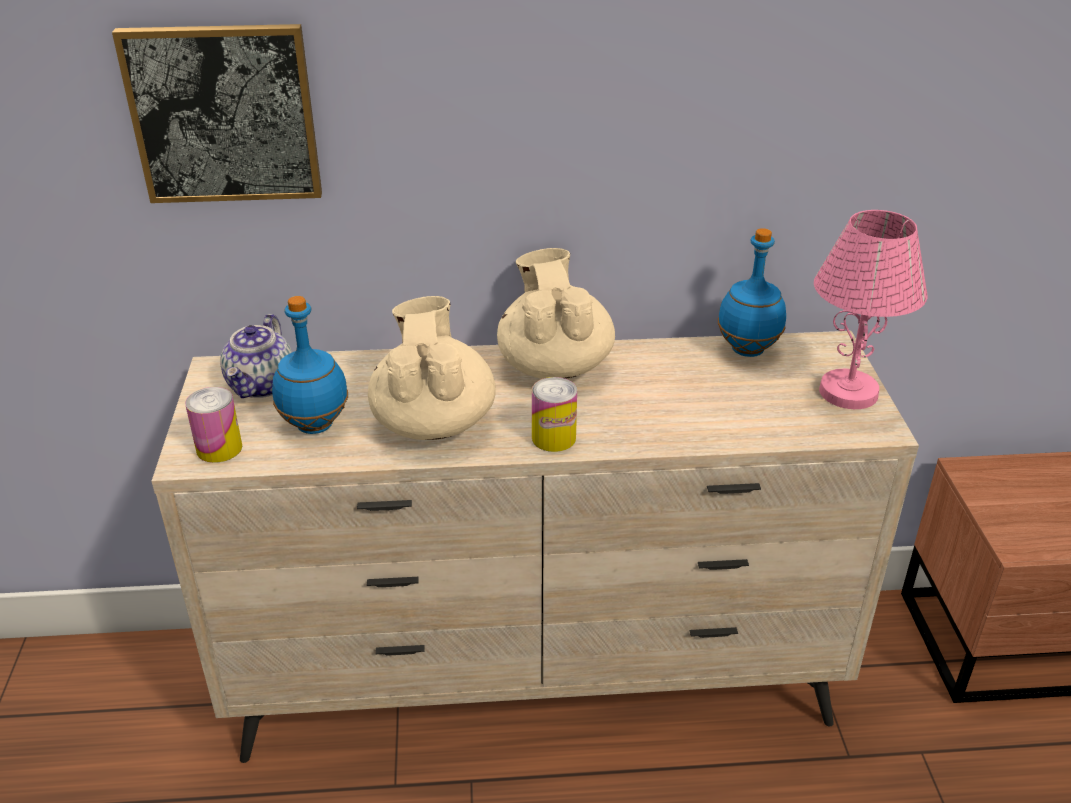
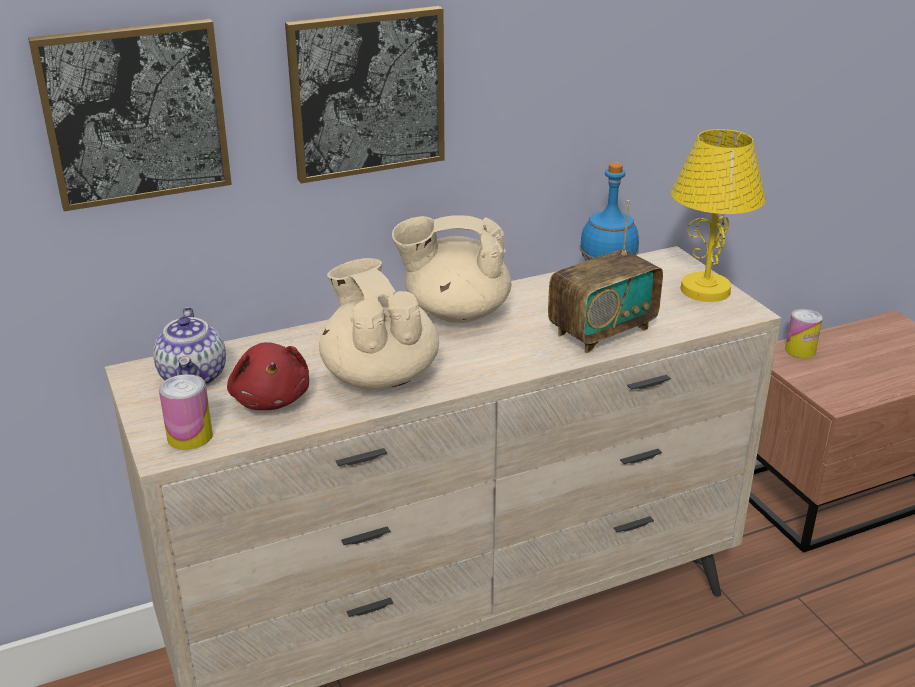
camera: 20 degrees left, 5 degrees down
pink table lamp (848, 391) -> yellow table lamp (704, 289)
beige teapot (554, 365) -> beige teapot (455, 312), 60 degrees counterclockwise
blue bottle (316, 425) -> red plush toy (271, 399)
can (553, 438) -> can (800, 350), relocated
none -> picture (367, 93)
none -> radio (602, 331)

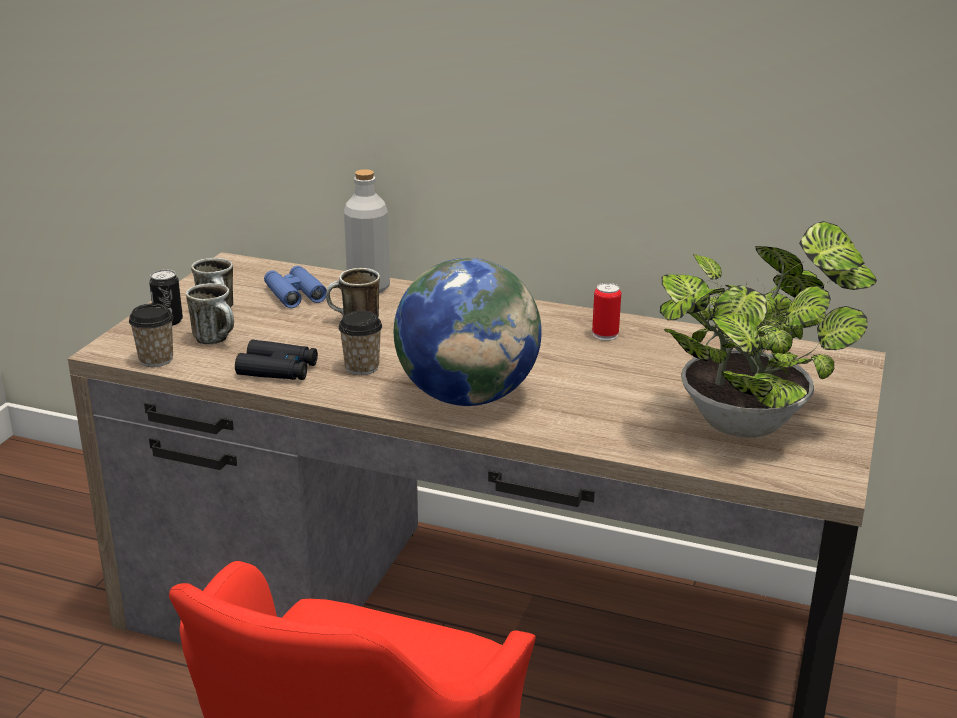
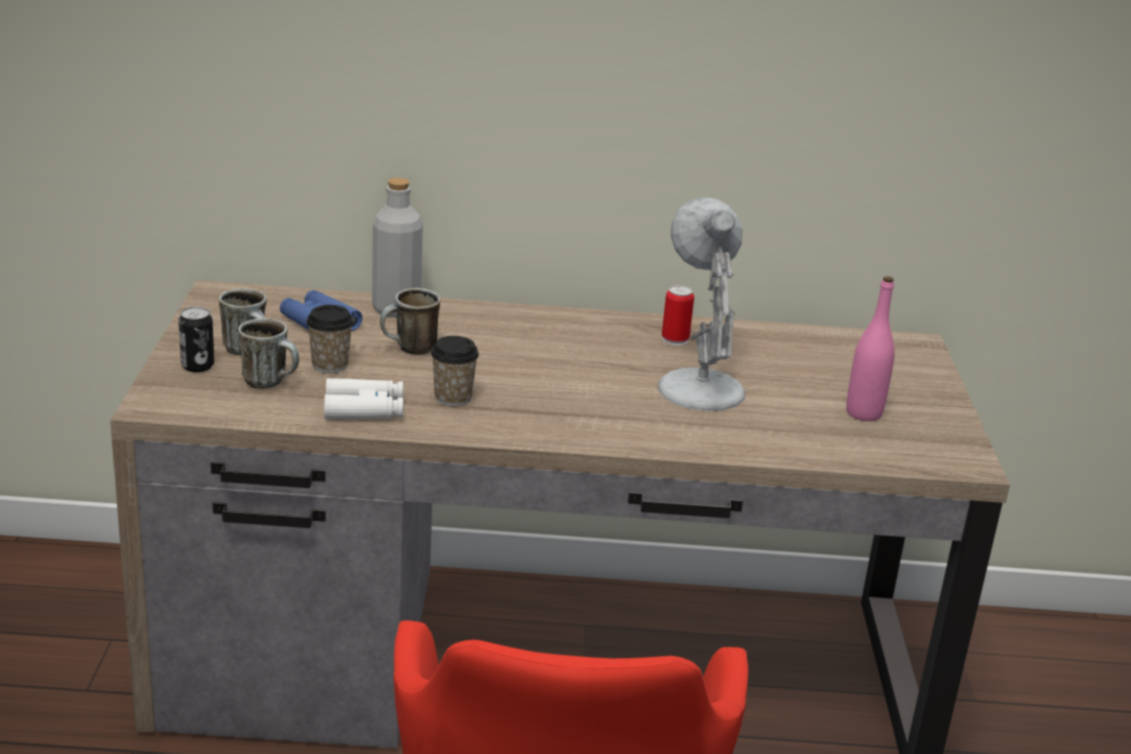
camera: 20 degrees left, 0 degrees up
potted plant (750, 420) -> pink bottle (863, 413)
globe (467, 396) -> none
cup (156, 360) -> cup (330, 365), relocated
black binoculars (278, 370) -> white binoculars (364, 409)
none -> white table lamp (699, 387)

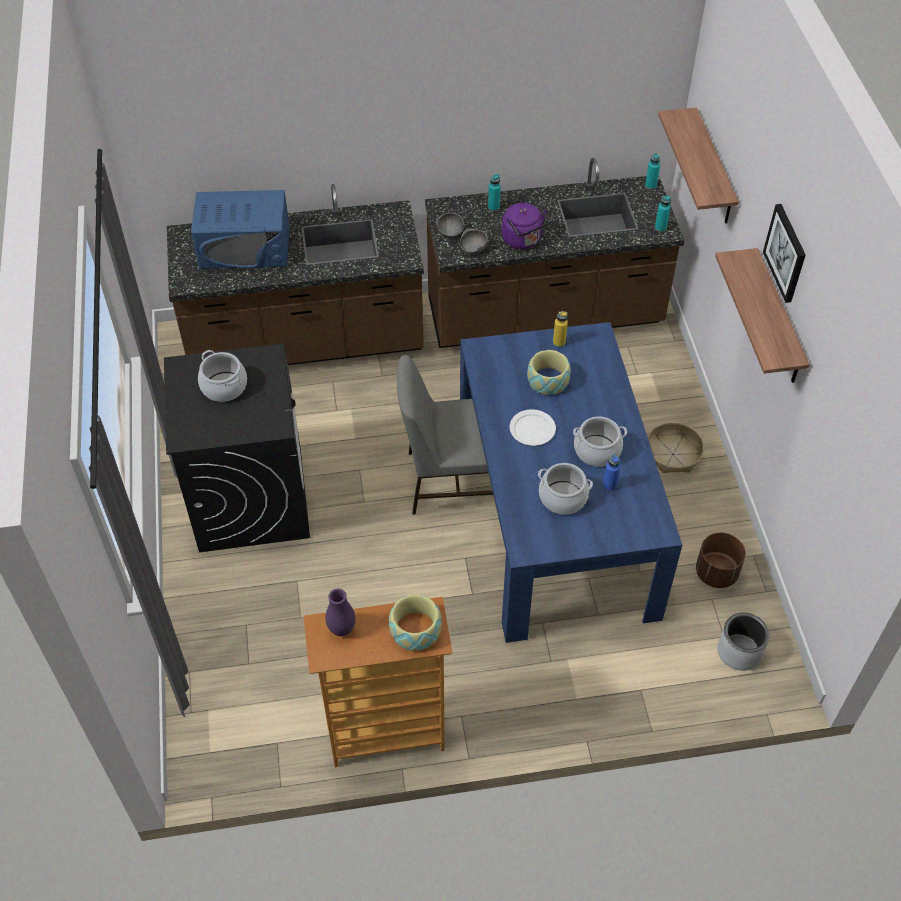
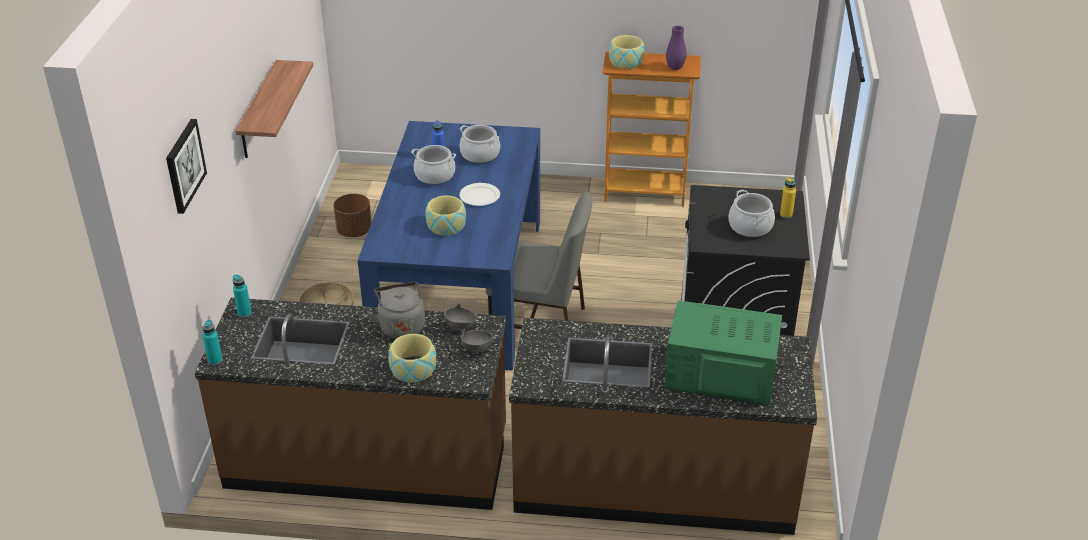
camera: 165 degrees left, 15 degrees down
shelf (713, 169) -> none
turquoise bottle (493, 207) -> bowl (412, 368)
blue microwave (245, 248) -> green microwave (720, 373)
purple kettle (523, 240) -> grey kettle (401, 326)
picture (786, 253) -> picture (184, 165), relocated
yellow bottle (559, 342) -> yellow bottle (786, 215), relocated
grey planter (739, 652) -> none

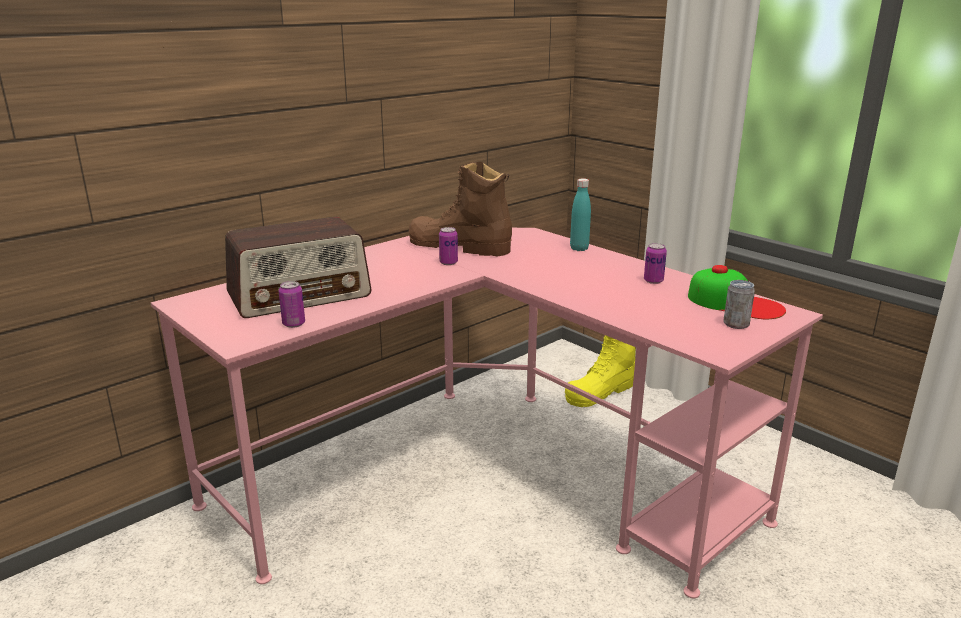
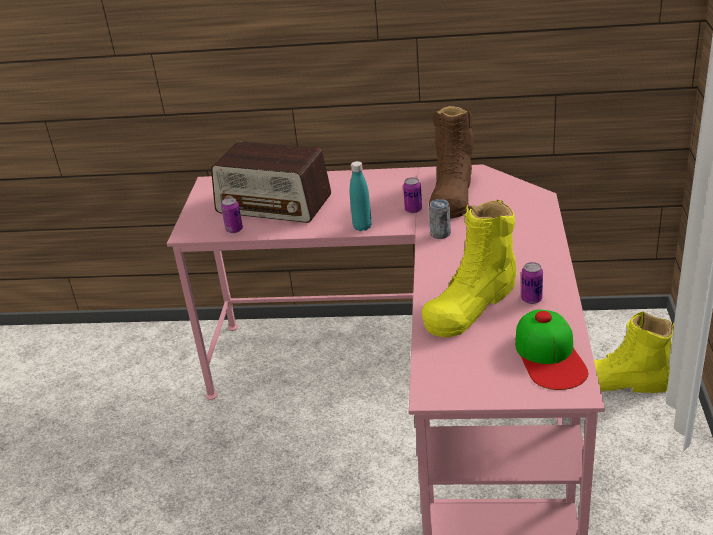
camera: 50 degrees right, 10 degrees up
brown boot (459, 246) -> brown boot (452, 194), 150 degrees counterclockwise
turquoise bottle (579, 249) -> turquoise bottle (362, 227), relocated
can (736, 324) -> can (440, 234), relocated
none -> yellow boot (471, 305)

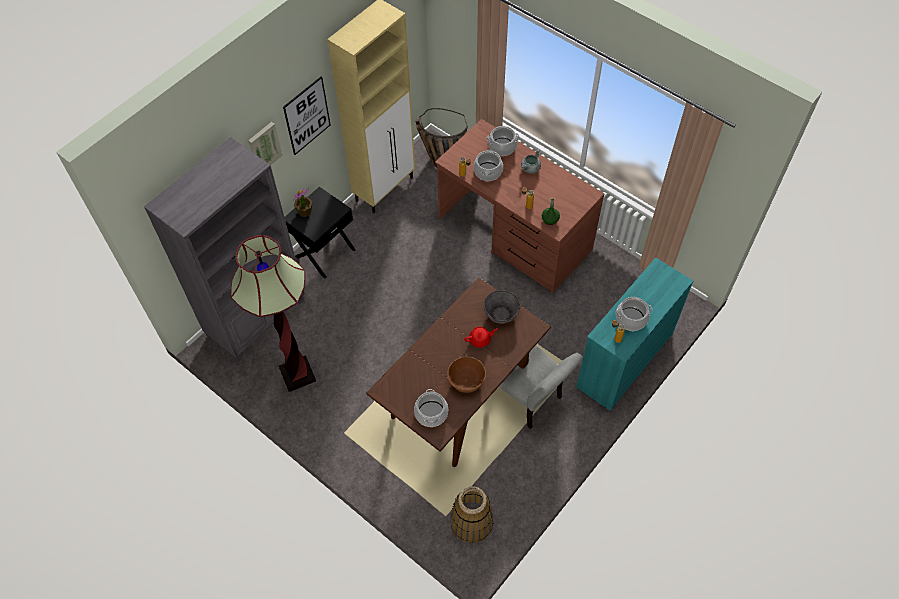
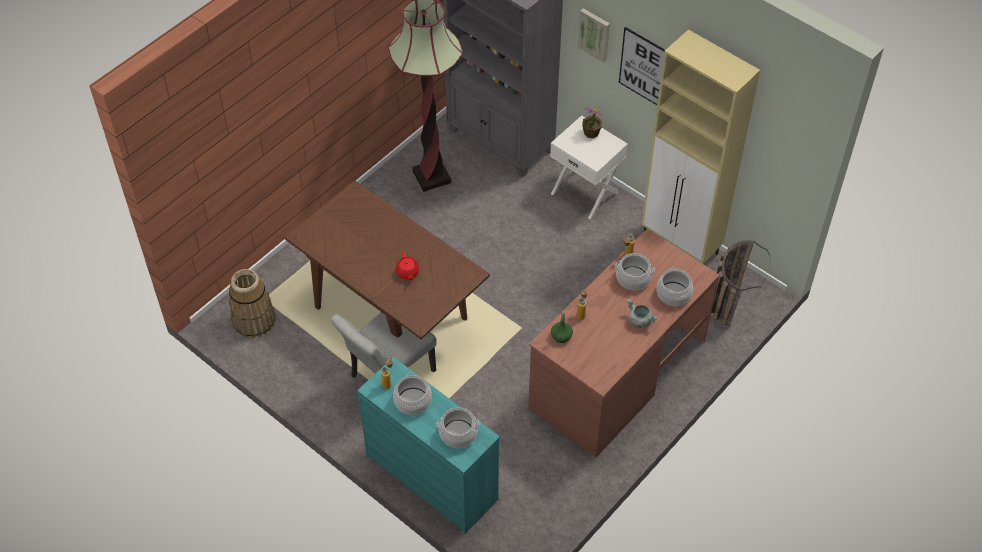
camera: 90 degrees right, 5 degrees down
black nightstand (324, 252) -> white nightstand (585, 192)
grey bowl (501, 314) -> none
brown bowl (466, 381) -> none
cooking pot (431, 413) -> cooking pot (458, 433), relocated

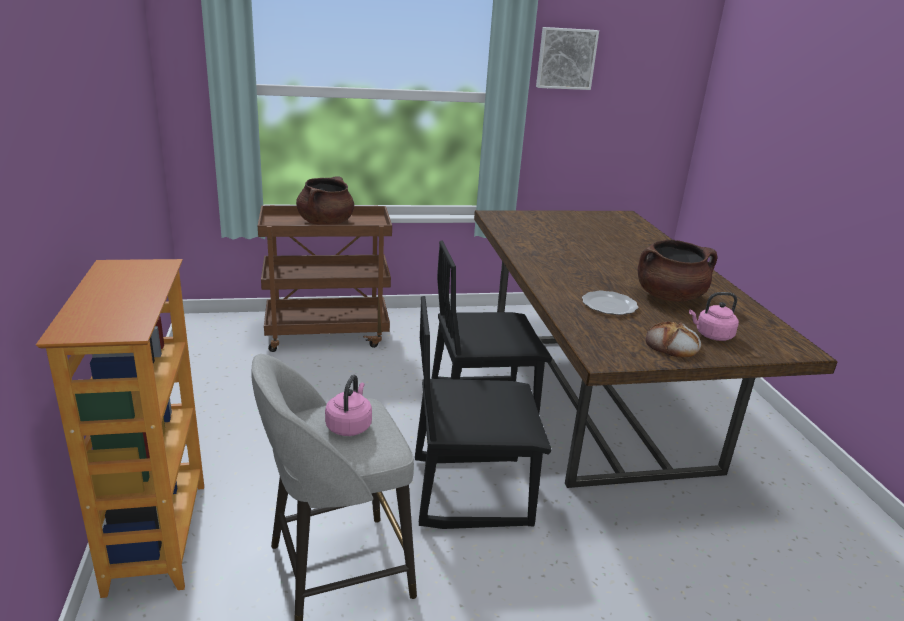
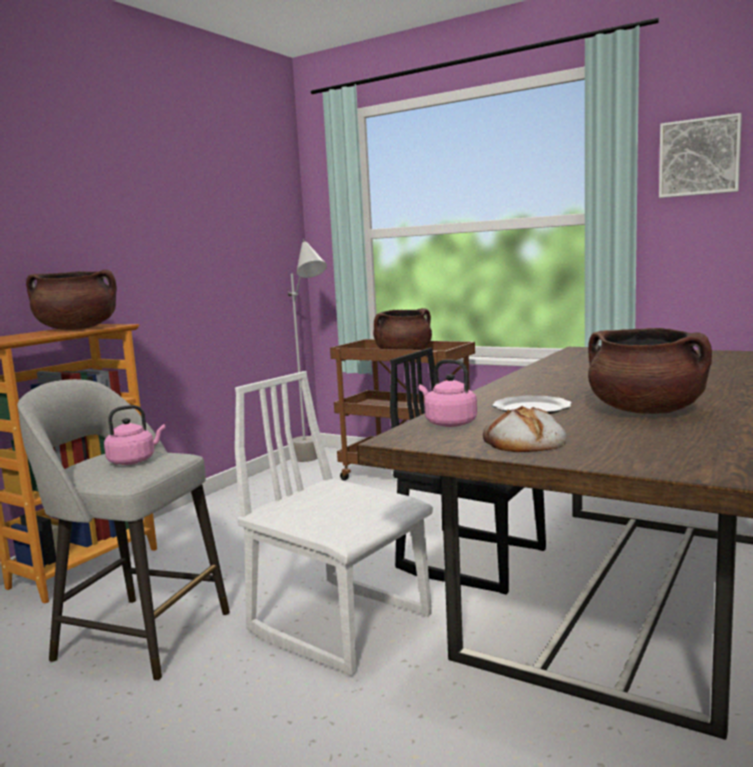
camera: 45 degrees right, 15 degrees down
pink kettle (711, 335) -> pink kettle (448, 423), relocated
black chair (471, 490) -> white chair (341, 623)
none -> grey floor lamp (314, 463)
none -> brown cooking pot (77, 329)

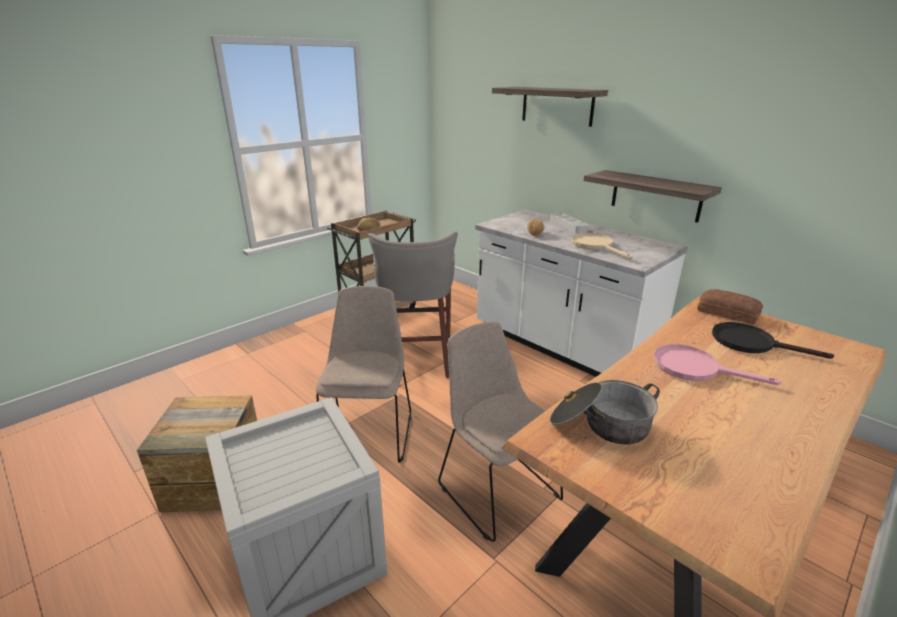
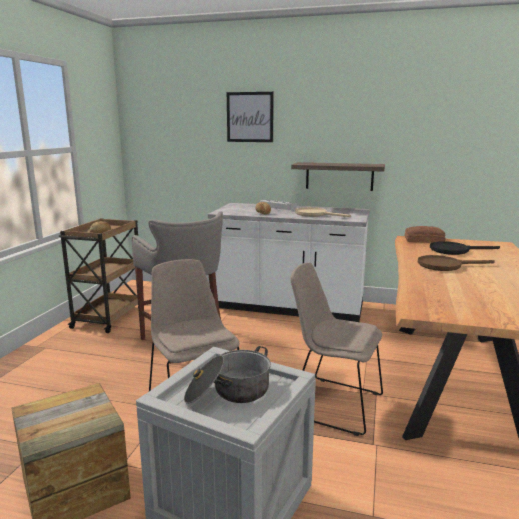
camera: 30 degrees left, 10 degrees down
shelf (557, 106) -> picture (250, 117)
pink frying pan (695, 368) -> brown frying pan (445, 265)
cooking pot (601, 425) -> cooking pot (228, 392), relocated

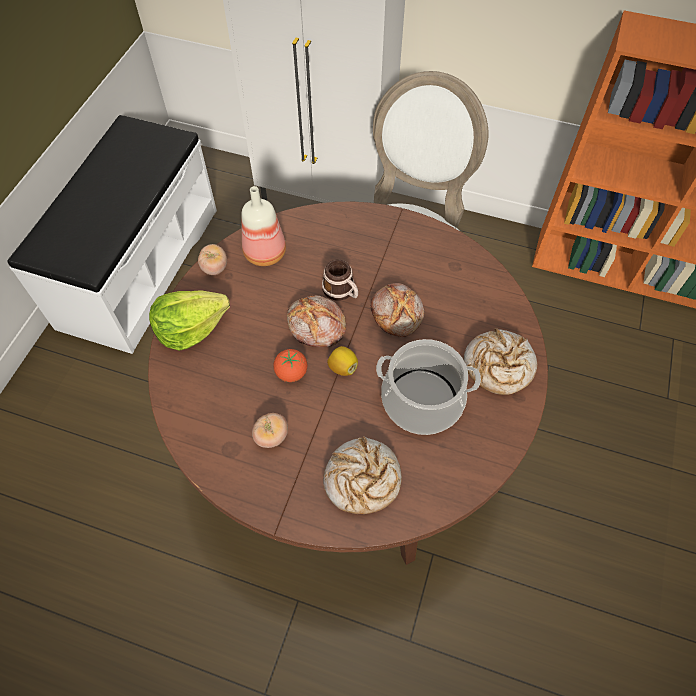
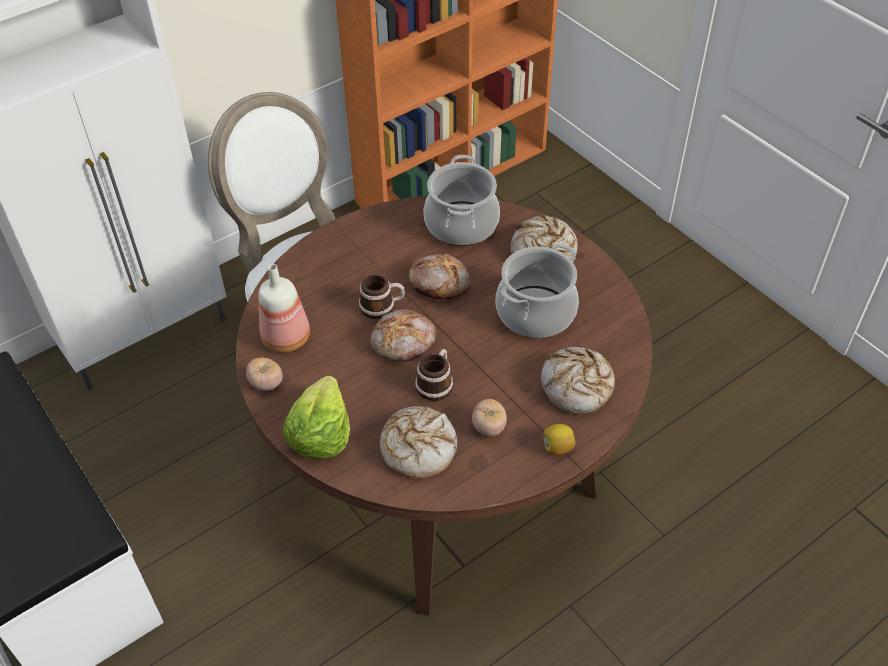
camera: 55 degrees left, 10 degrees down
lemon (342, 367) -> lemon (557, 447), relocated
tomato (291, 373) -> mug (436, 383)
none -> cooking pot (462, 224)
none -> bread (418, 447)

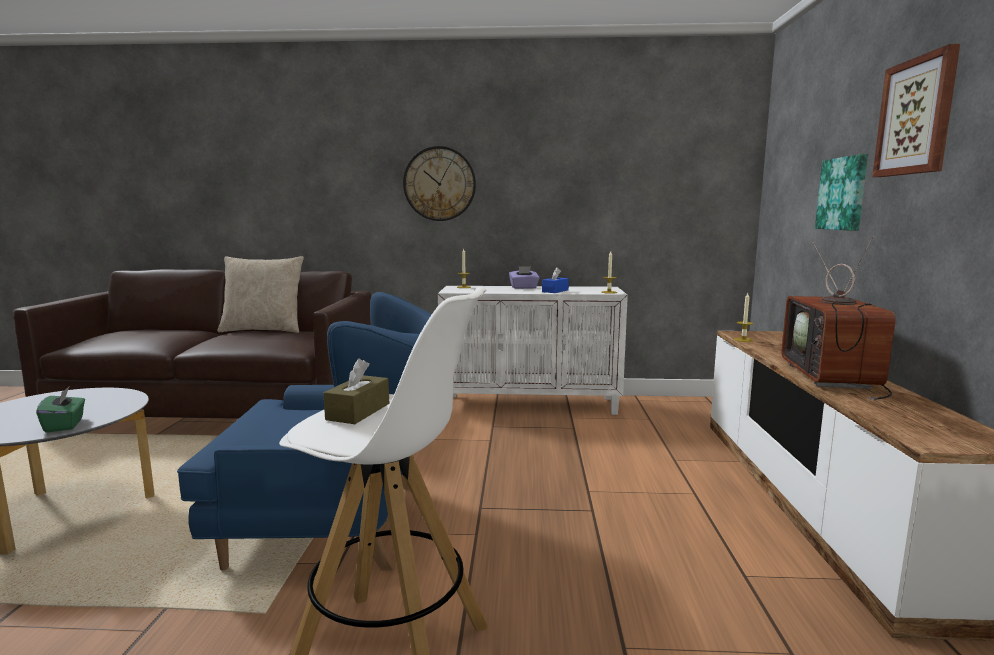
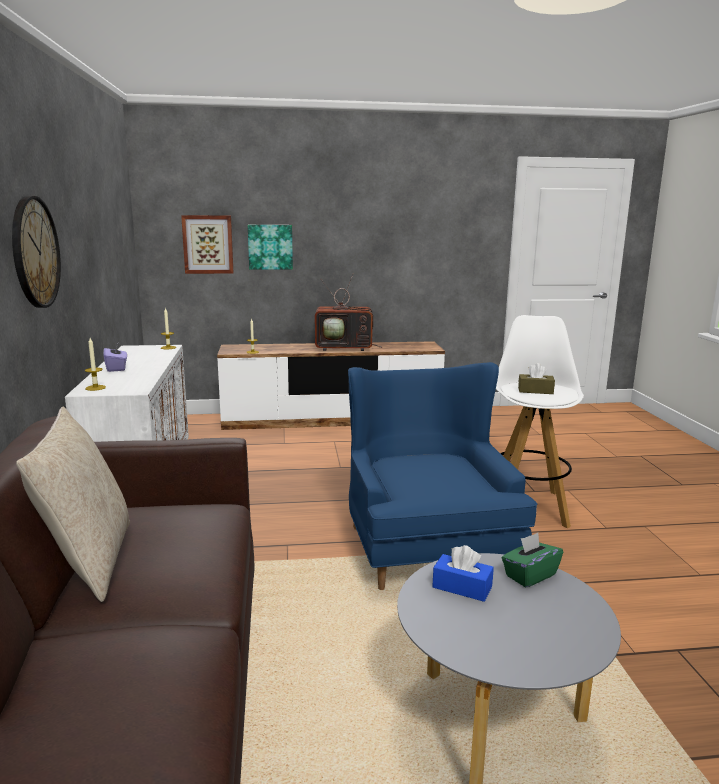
camera: 100 degrees left, 5 degrees up
picture (916, 117) -> picture (208, 244), relocated
blue tissue box (555, 291) -> blue tissue box (462, 587), relocated

